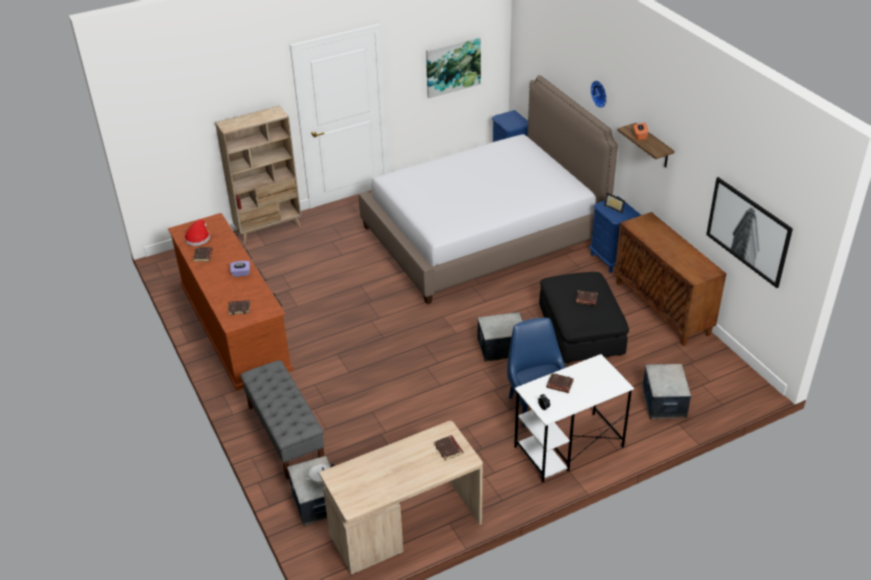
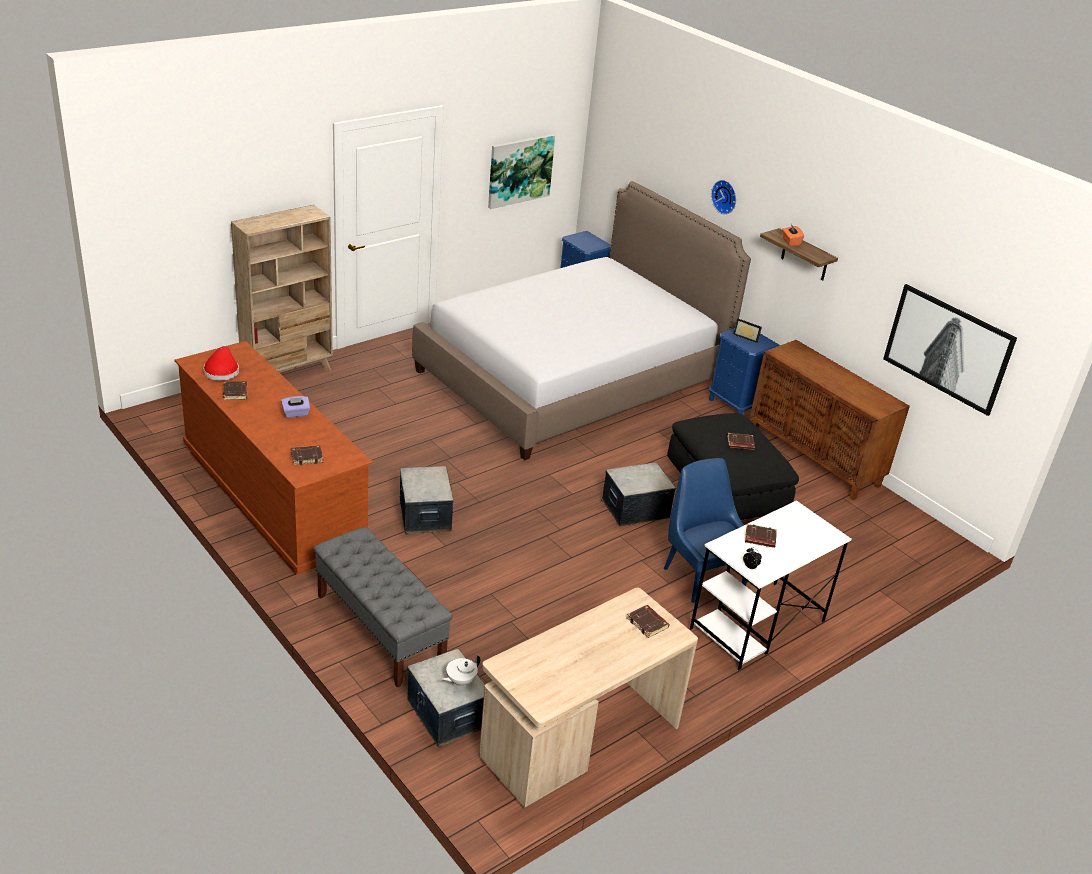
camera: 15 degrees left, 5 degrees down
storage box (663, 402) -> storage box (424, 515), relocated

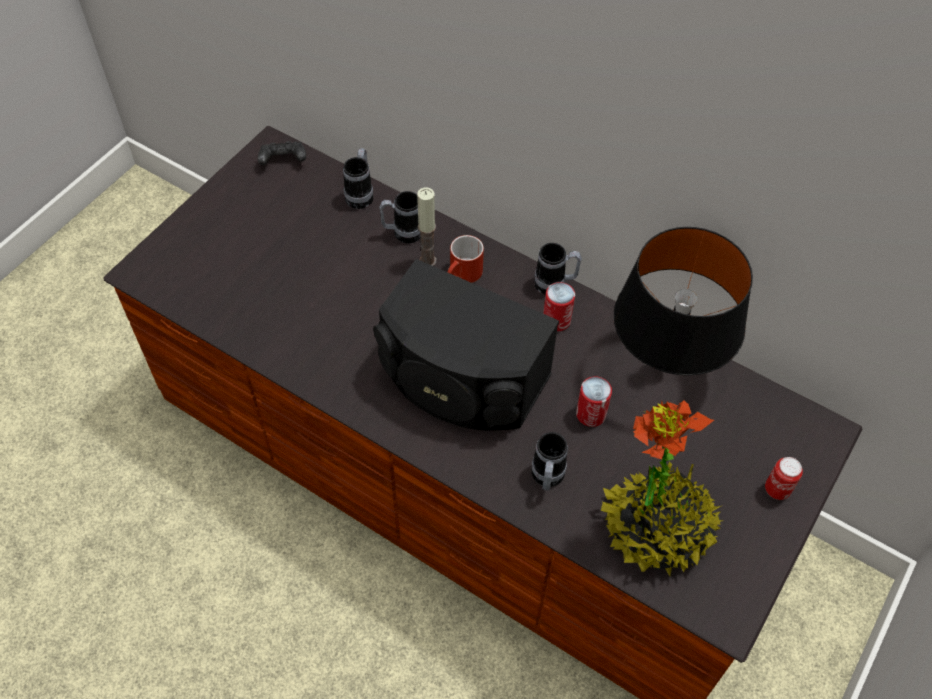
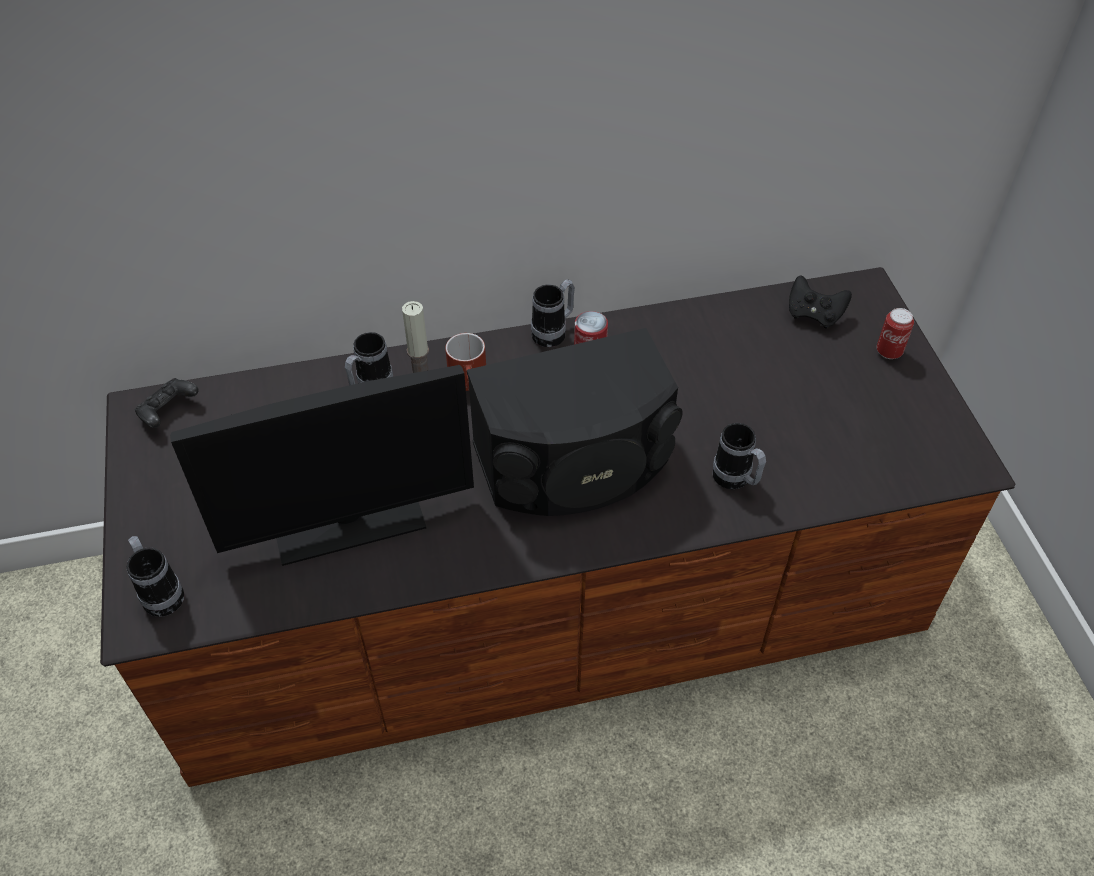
camera: 45 degrees left, 5 degrees down
mug (361, 194) -> mug (161, 593), relocated
black table lamp (664, 367) -> none
can (591, 414) -> none
potted plant (656, 528) -> none
none -> black game controller (814, 315)
none -> monitor (348, 520)

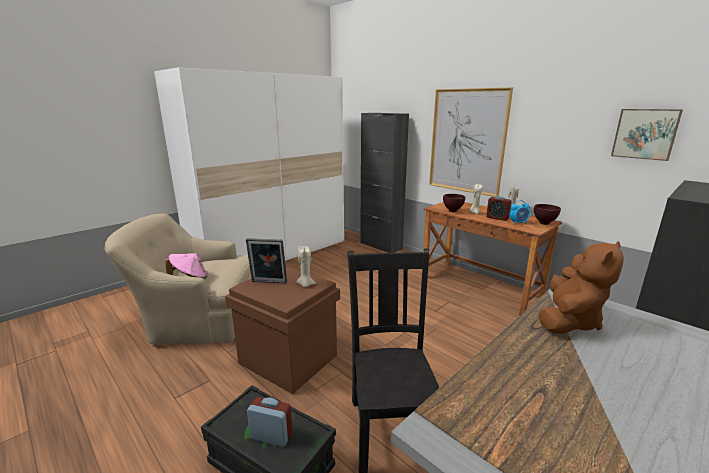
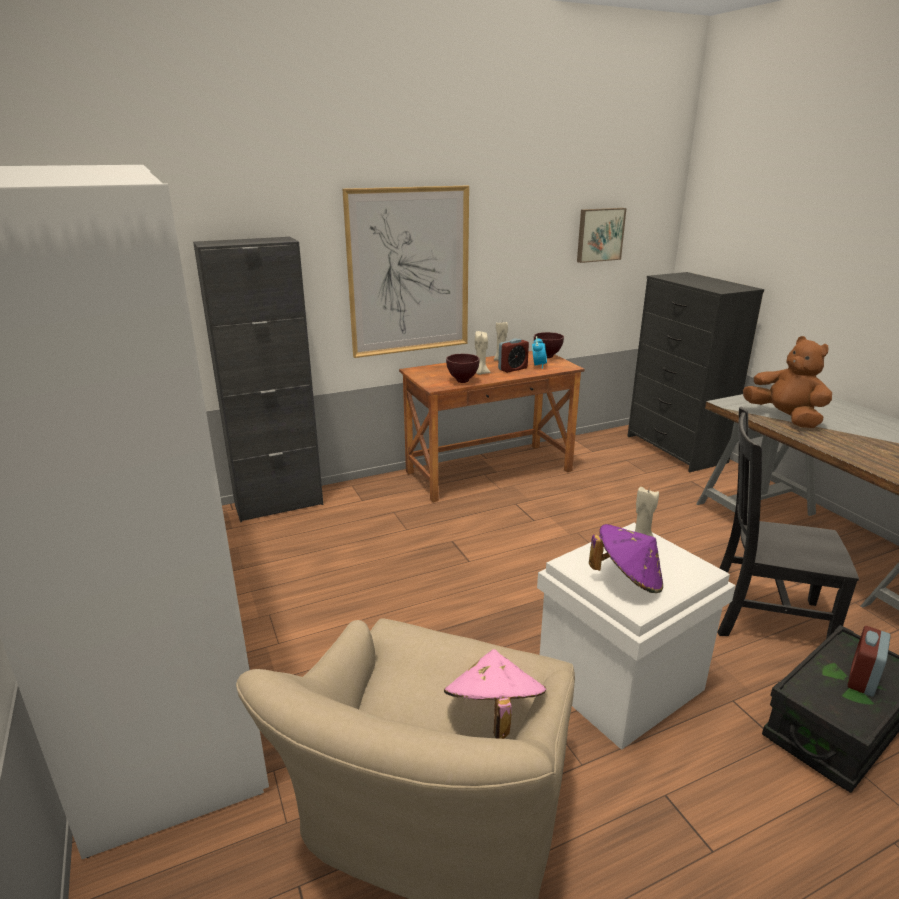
camera: 70 degrees left, 5 degrees up
picture frame (268, 283) -> purple hat (627, 579)
brown storage box (287, 359) -> white storage box (619, 684)

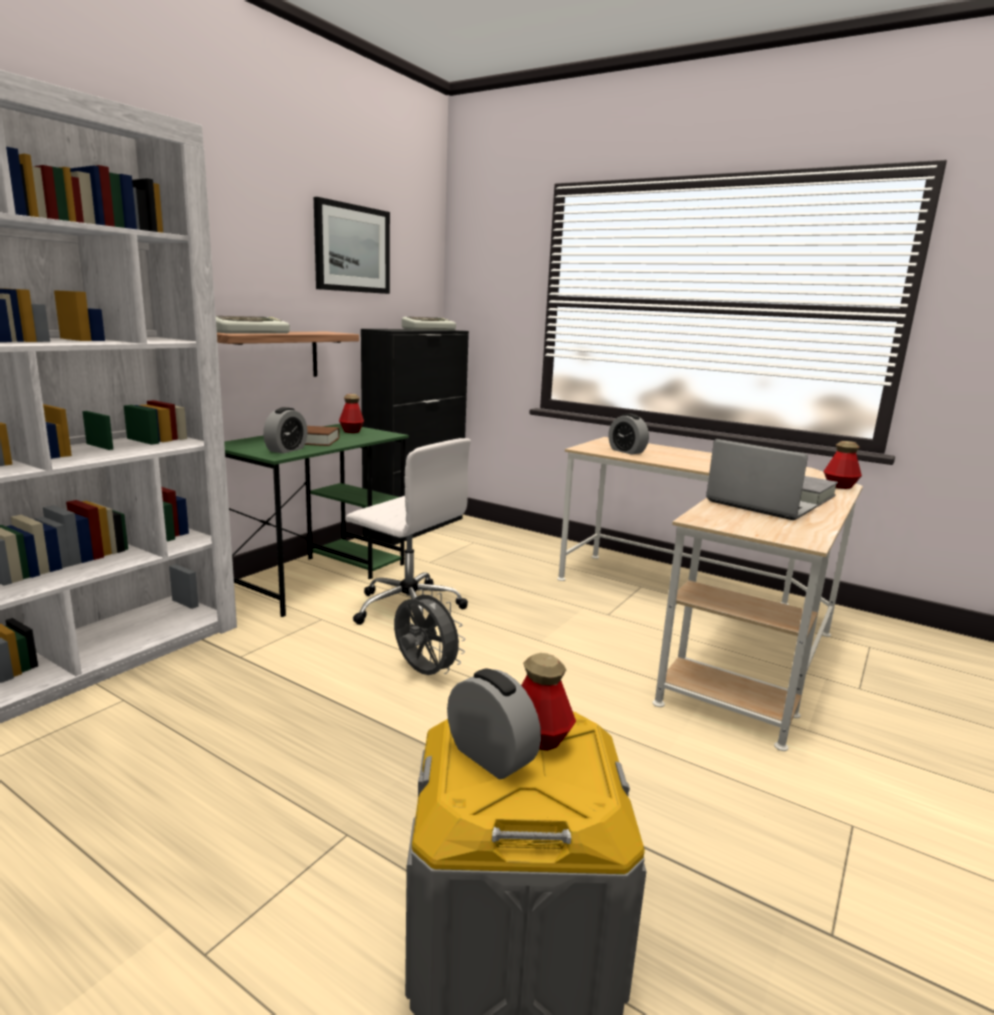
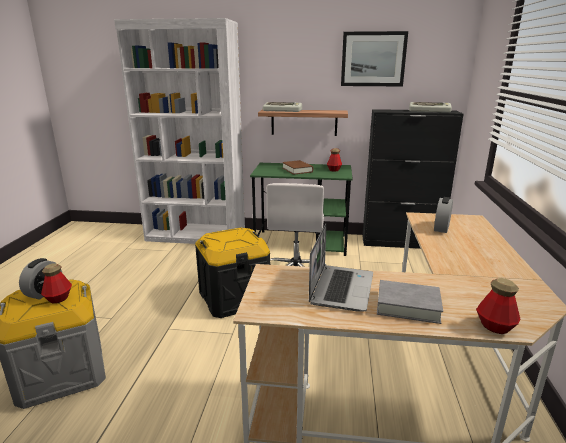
camera: 65 degrees right, 5 degrees up
alarm clock (286, 450) -> none
grey fan (424, 673) -> black storage box (234, 298)

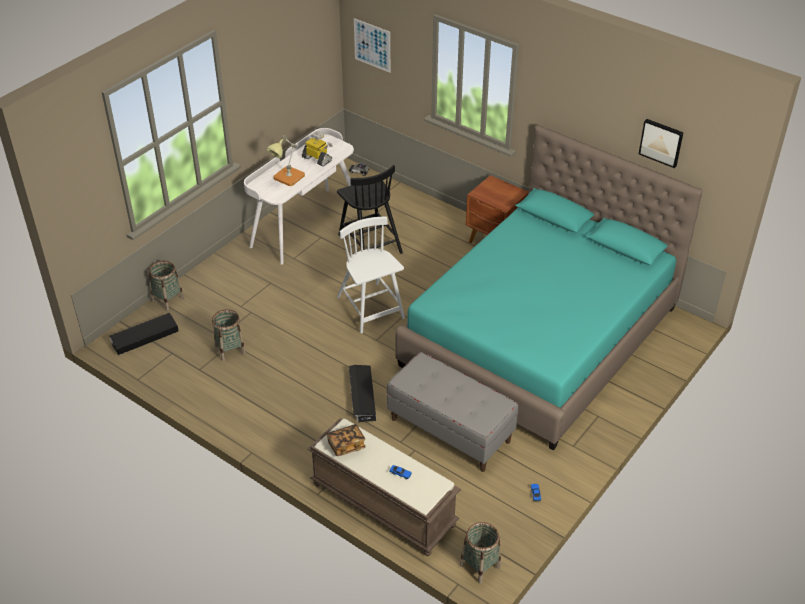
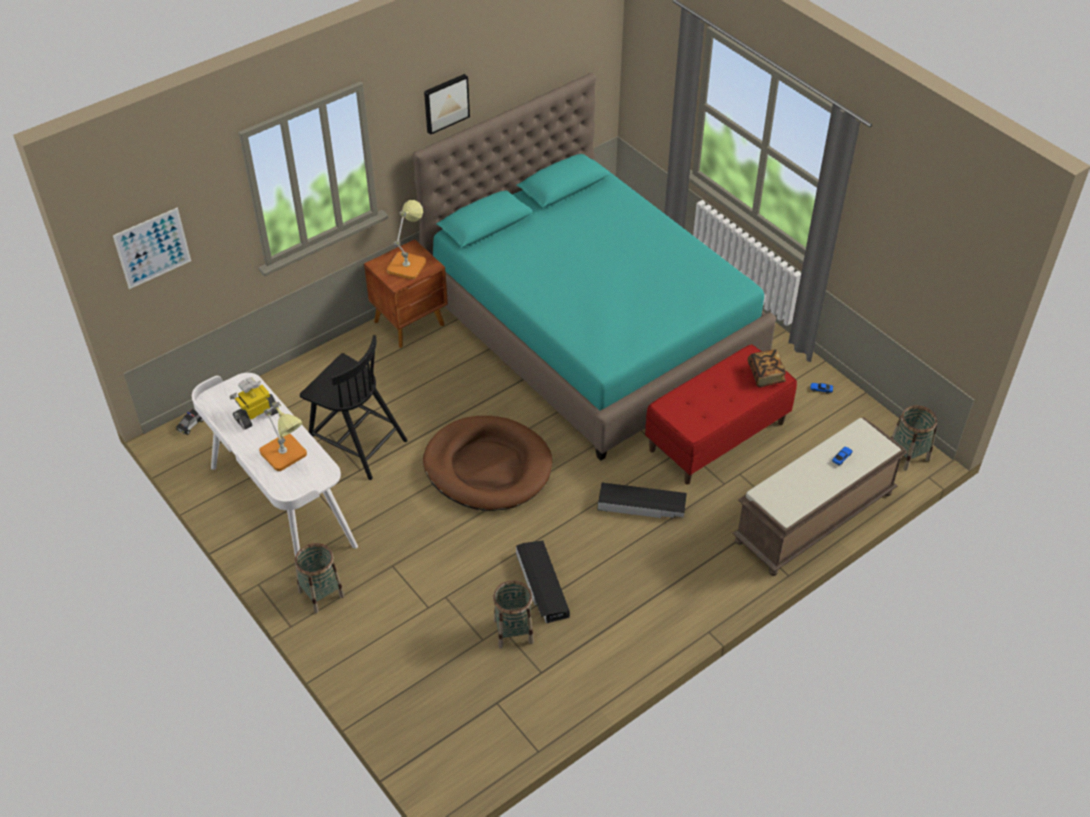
camera: 75 degrees left, 5 degrees up
picture (661, 142) -> picture (445, 103), relocated
black chair (369, 243) -> black chair (356, 443), 45 degrees clockwise
white chair (370, 308) -> brown dog bed (488, 467)
basket (167, 300) -> basket (321, 594), relocated
black storage box (144, 337) -> black storage box (542, 585), relocated
grey bench (450, 430) -> red bench (716, 436)
book (346, 445) -> book (765, 375), relocated
none -> table lamp (408, 263)

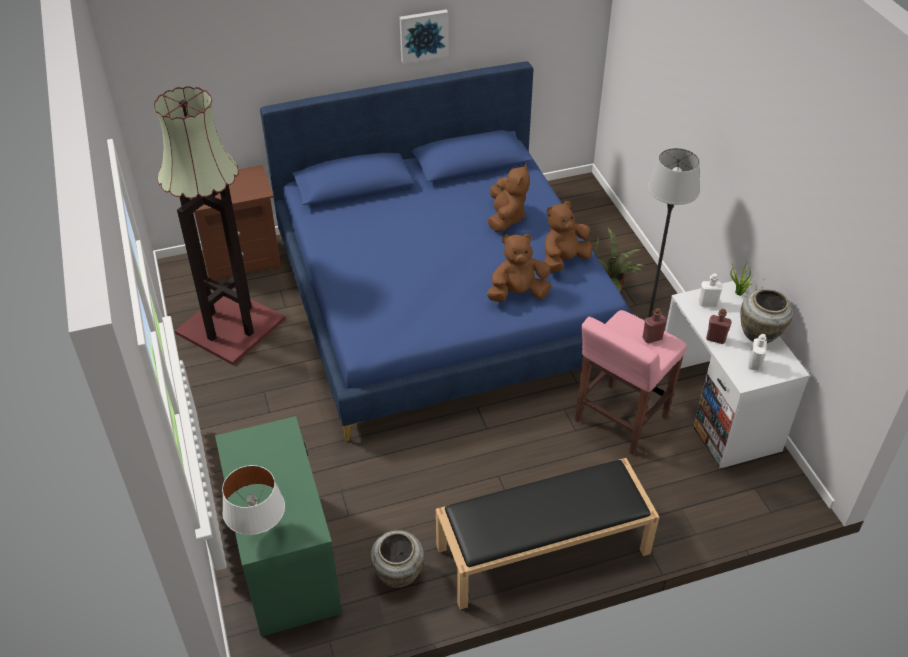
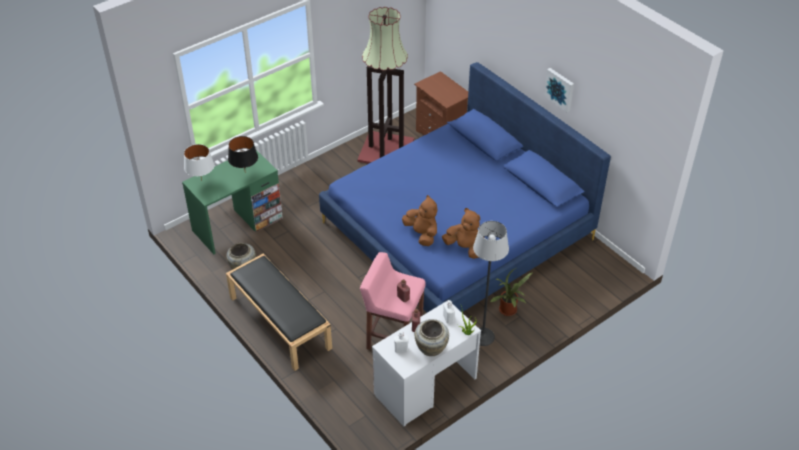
camera: 70 degrees right, 0 degrees up
brown plush toy (506, 218) -> none
none -> black table lamp (245, 172)

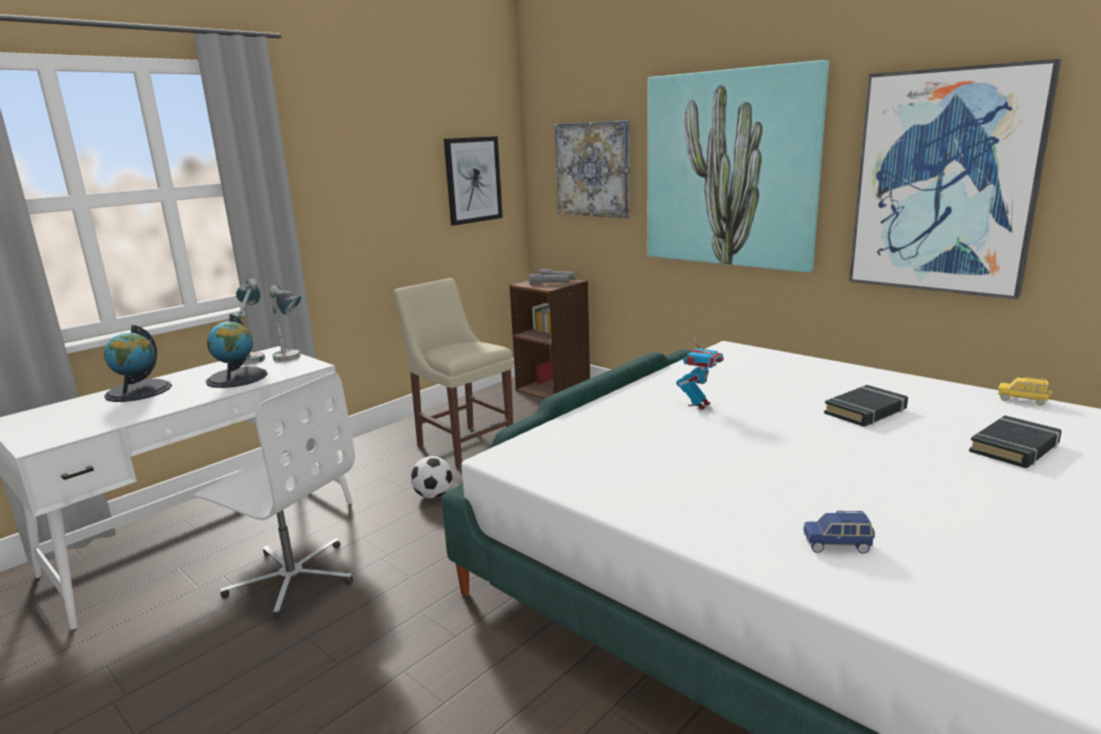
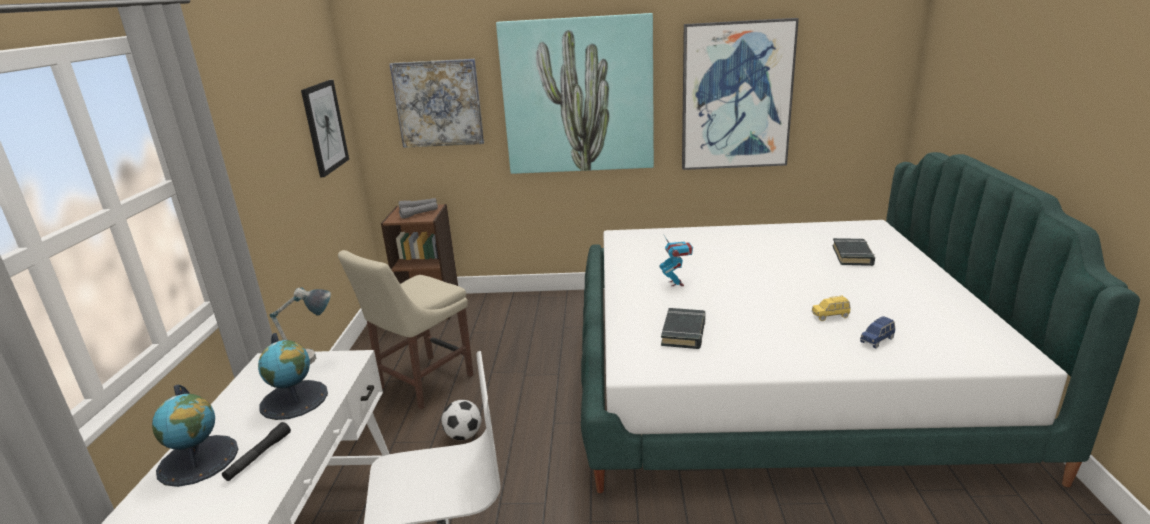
camera: 40 degrees left, 5 degrees up
beige chair (462, 444) -> beige chair (422, 383), 60 degrees counterclockwise
table lamp (254, 357) -> none
yellow toy car (1022, 400) -> yellow toy car (830, 316), relocated
black book (866, 411) -> black book (684, 332), relocated
none -> black flashlight (258, 456)

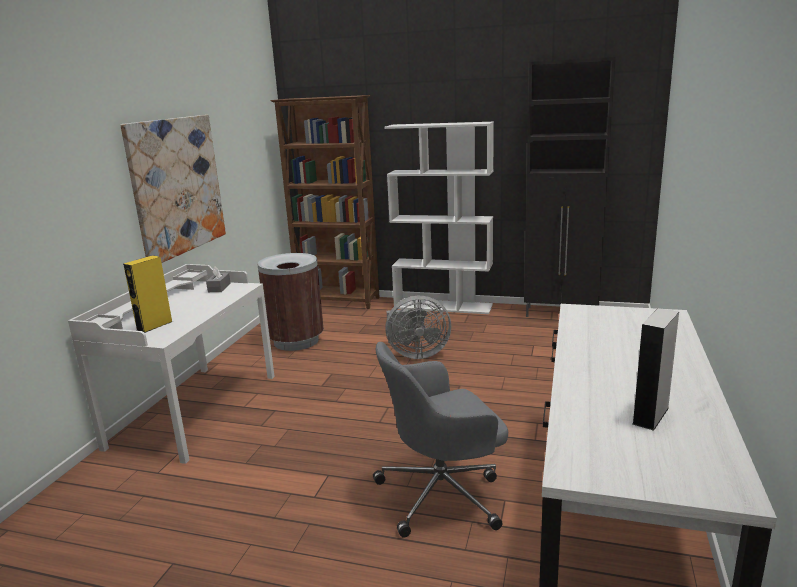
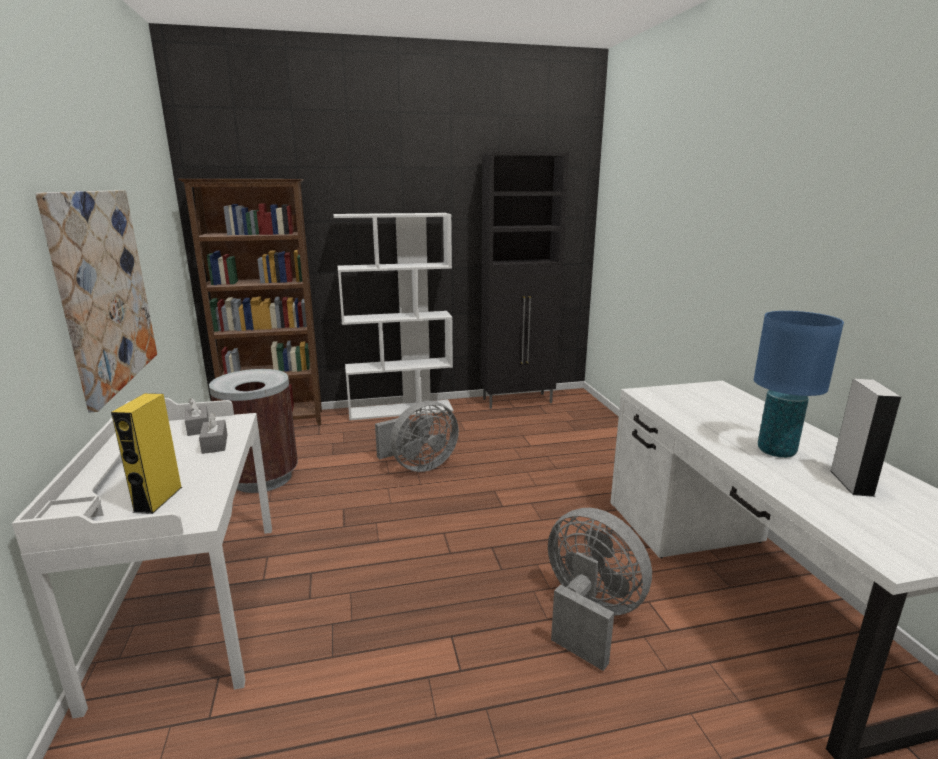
camera: 30 degrees left, 0 degrees up
grey office chair (443, 494) -> grey fan (589, 615)
none -> blue table lamp (776, 451)
none -> grey tissue box (215, 444)

